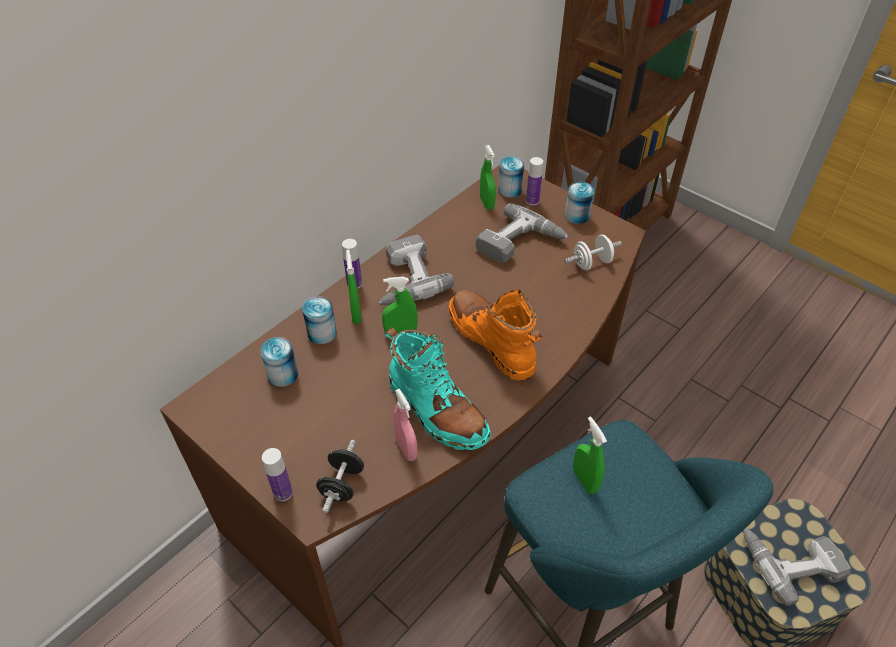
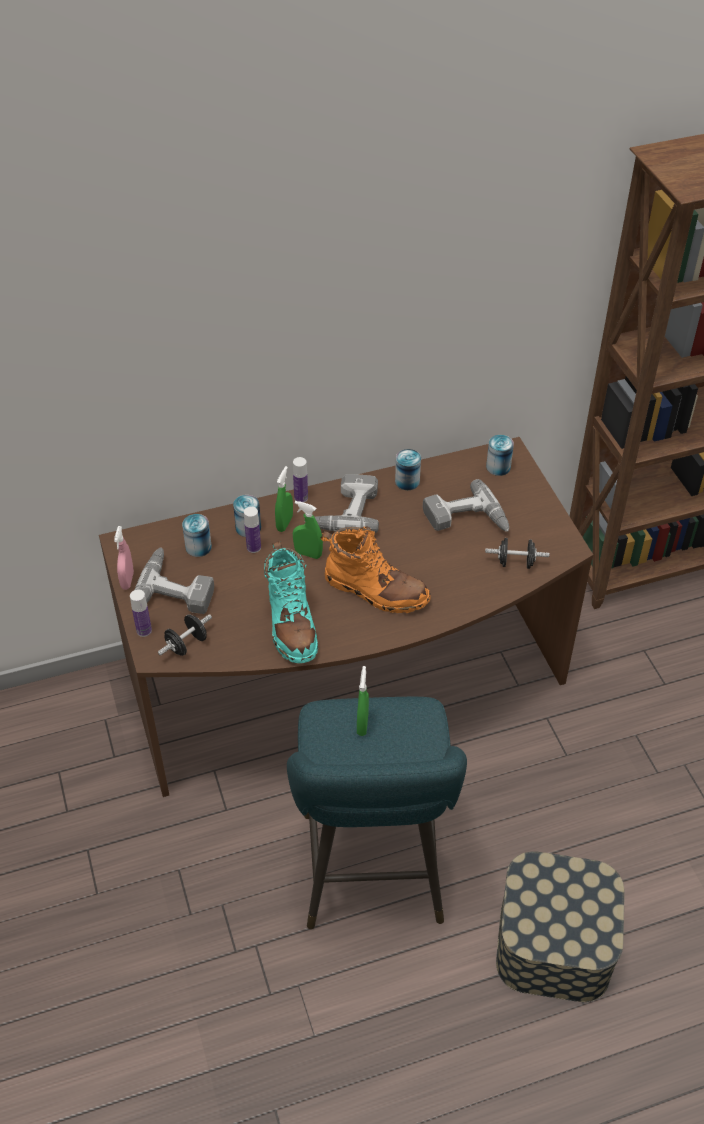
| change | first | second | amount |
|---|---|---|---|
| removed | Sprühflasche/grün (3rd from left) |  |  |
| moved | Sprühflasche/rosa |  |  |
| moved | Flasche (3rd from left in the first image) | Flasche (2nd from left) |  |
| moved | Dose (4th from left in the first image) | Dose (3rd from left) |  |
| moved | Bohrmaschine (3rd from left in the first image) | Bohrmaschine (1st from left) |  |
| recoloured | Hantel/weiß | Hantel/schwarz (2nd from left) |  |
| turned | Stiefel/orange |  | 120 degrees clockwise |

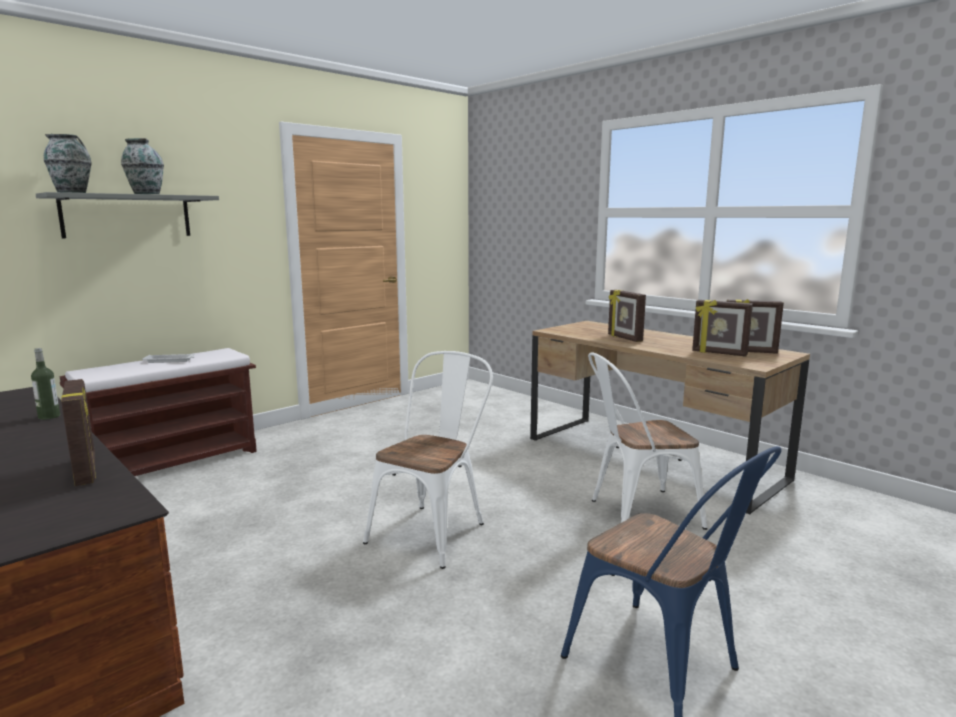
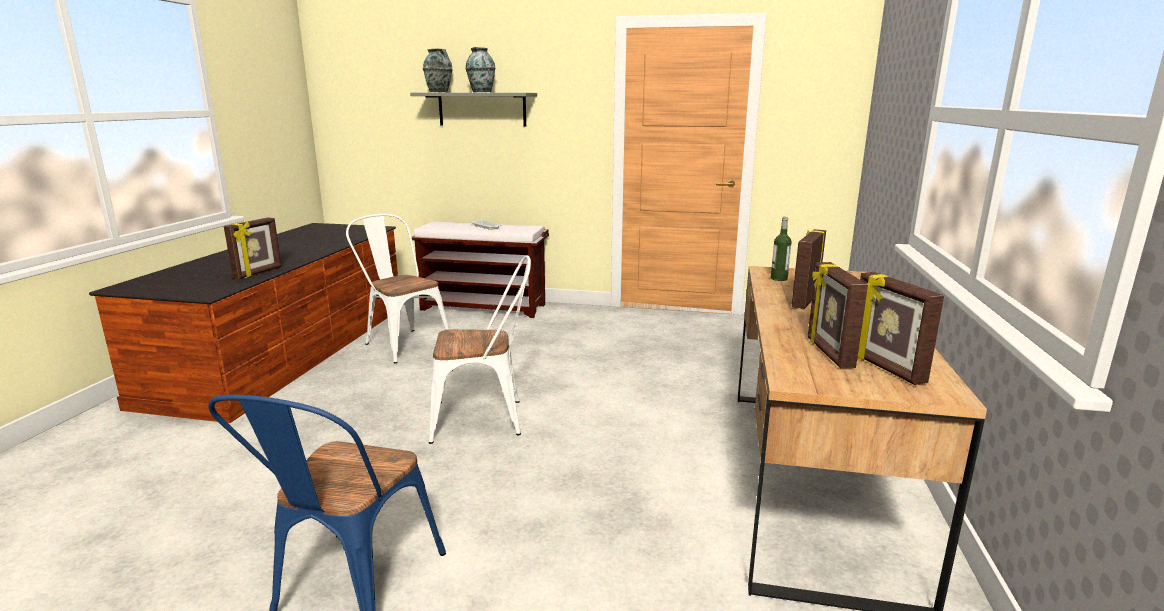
| change | first | second | amount |
|---|---|---|---|
| moved | Flasche |  |  |
| moved | Stuhl/weiß (2nd from left in the first image) | Stuhl/weiß (1st from left) |  |

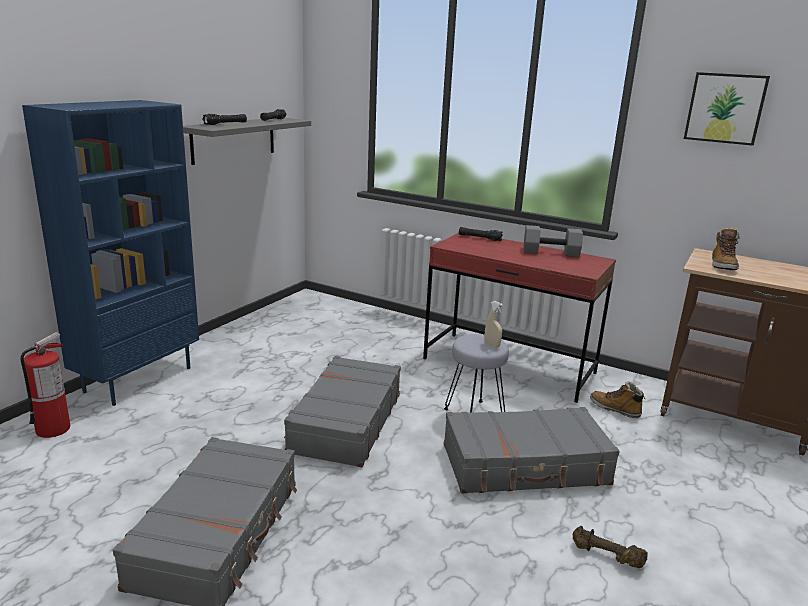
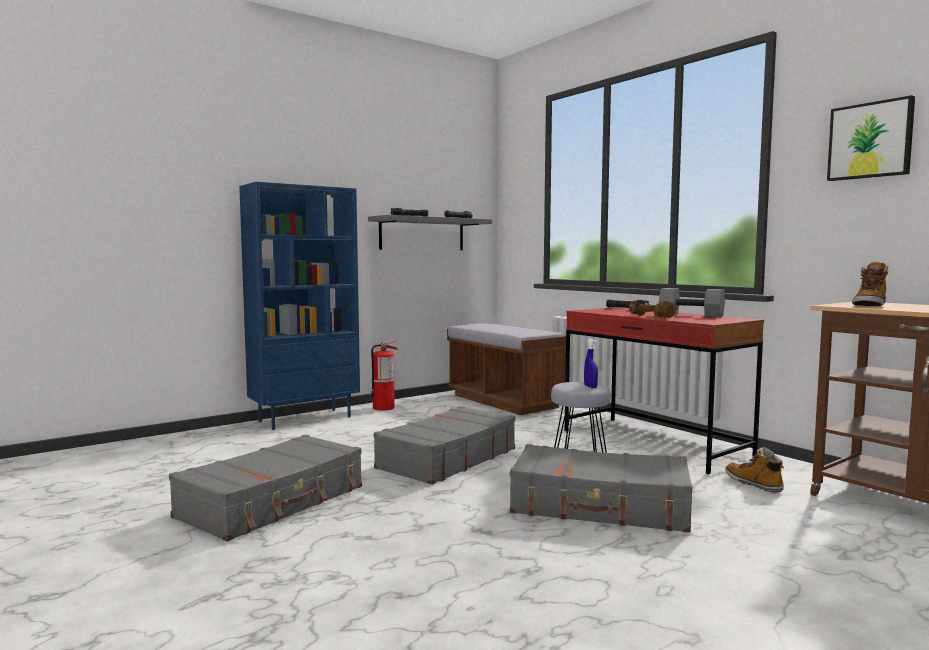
| change | first | second | amount |
|---|---|---|---|
| added |  | Bank/braun |  |
| moved | Feuerlöscher |  |  |
| moved | Hantel/braun |  |  |
| recoloured | Sprühflasche/beige | Sprühflasche/blau |  |

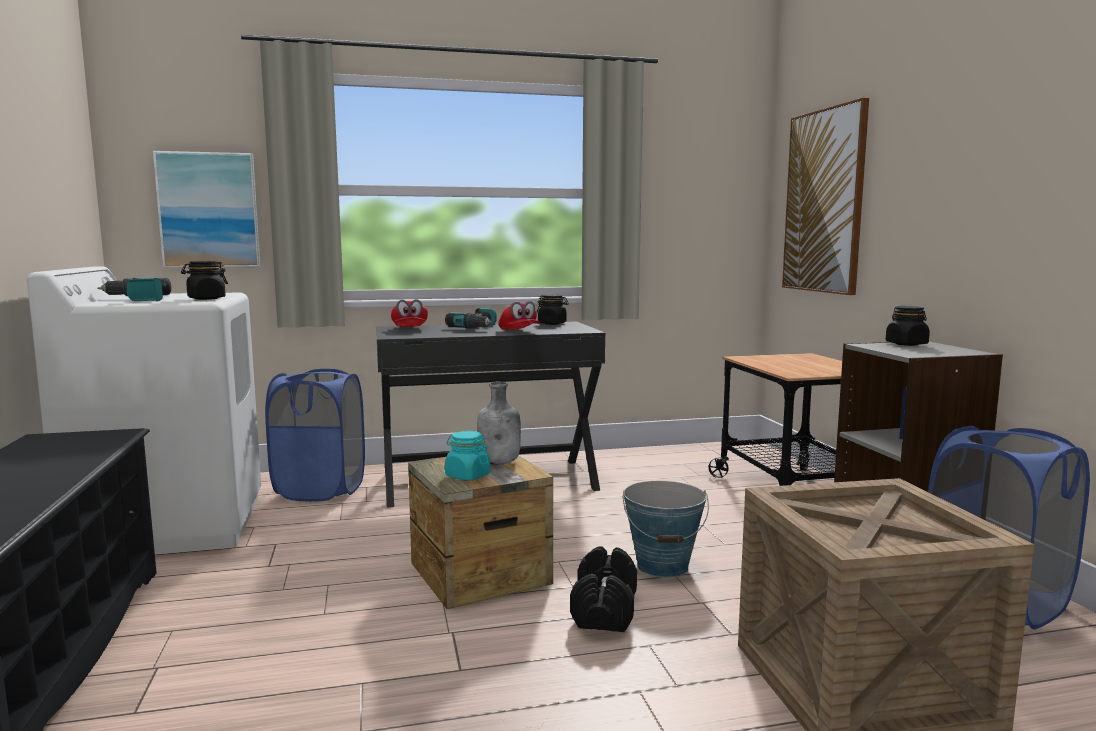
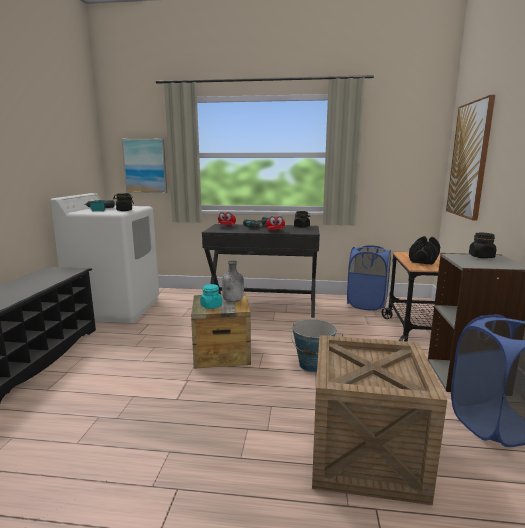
| change | first | second | amount |
|---|---|---|---|
| moved | Wäschekorb/blau (1st from left) |  |  |
| moved | Hantel/schwarz |  |  |

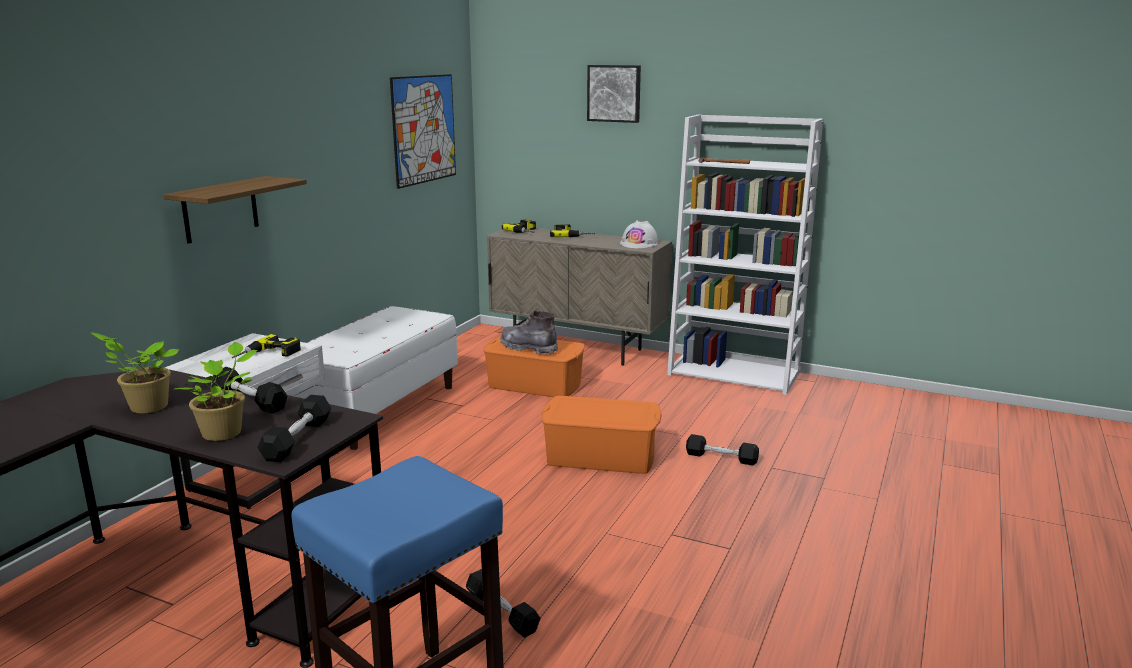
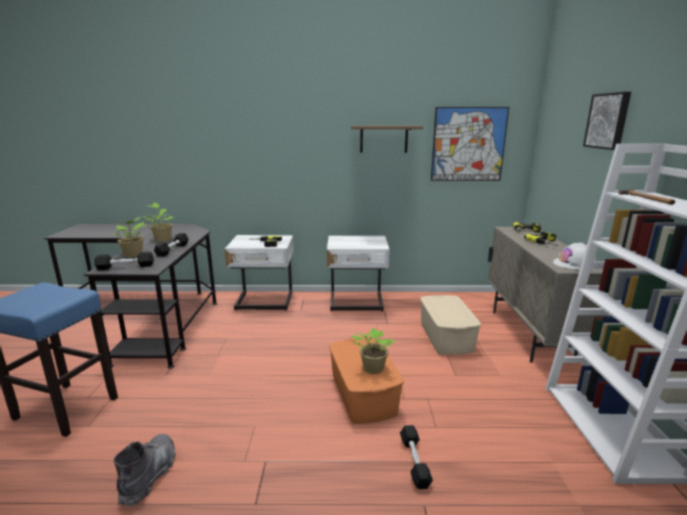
| change | first | second | amount |
|---|---|---|---|
| removed | Hantel/schwarz (3rd from left) |  |  |
| added |  | Topfpflanze (3rd from left) |  |
| moved | Wandregal |  |  |
| moved | Stiefel/grau |  |  |
| replaced | Bank/weiß | Nachttisch/weiß (2nd from left) |  |
| recoloured | Aufbewahrungsbox/orange (1st from left) | Aufbewahrungsbox/beige |  |

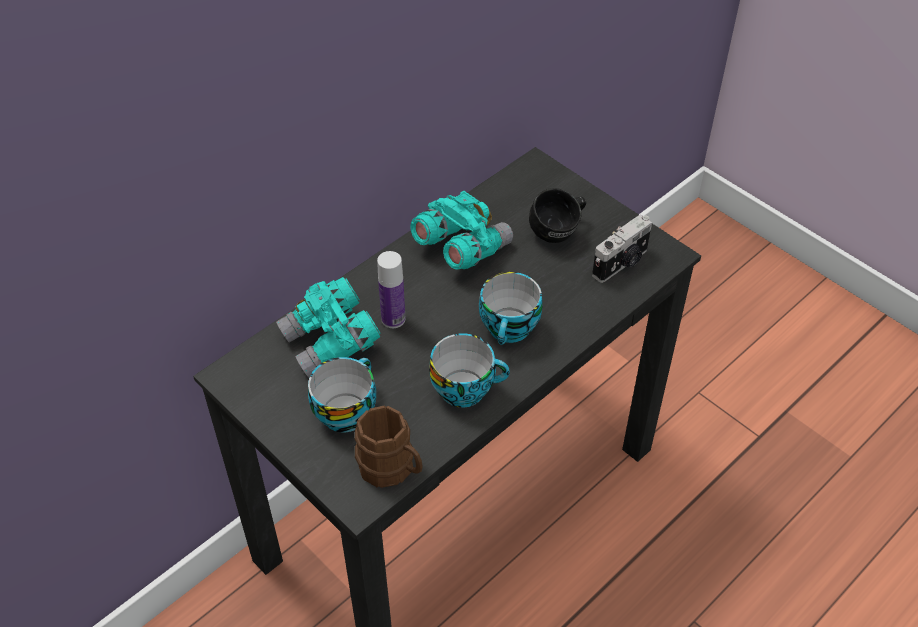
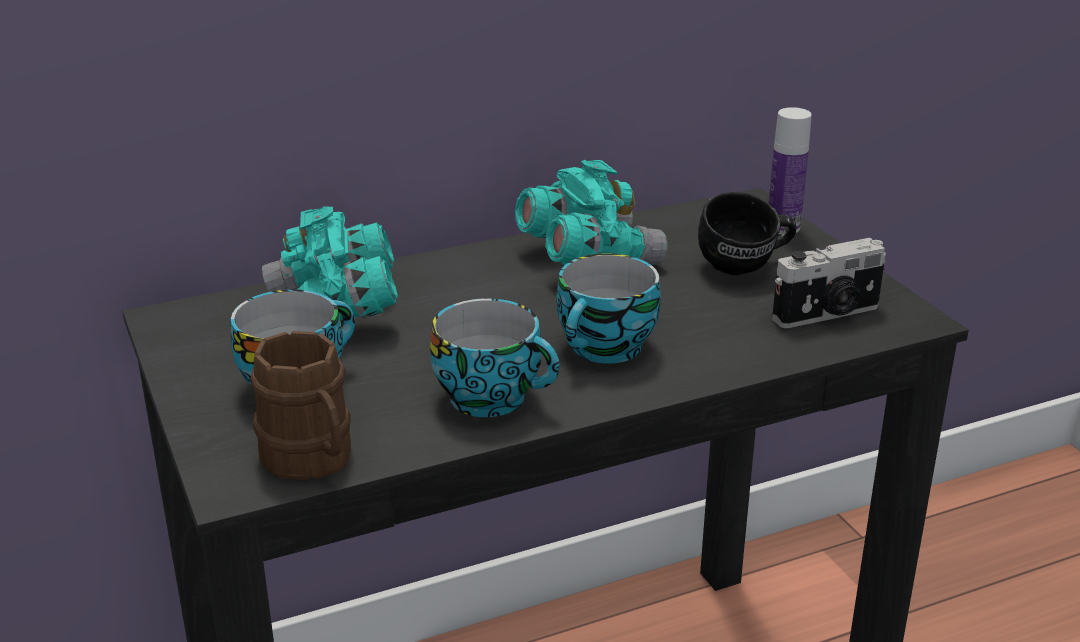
| change | first | second | amount |
|---|---|---|---|
| moved | Flasche |  |  |

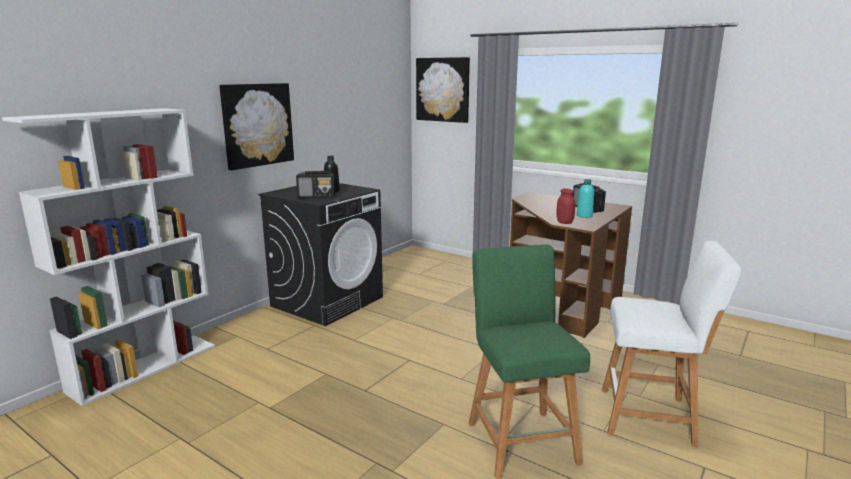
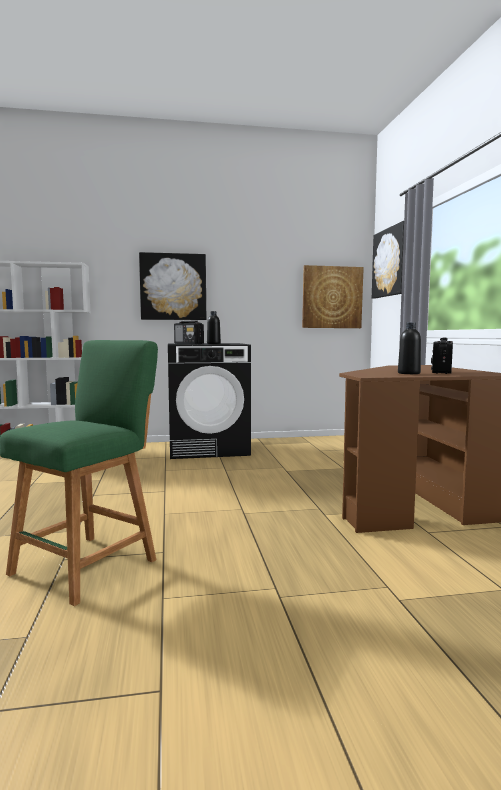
| change | first | second | amount |
|---|---|---|---|
| removed | Vorratsglas/rot |  |  |
| removed | Hocker/weiß |  |  |
| added |  | Bild (2nd from left) |  |
| recoloured | Flasche/türkis | Flasche/schwarz (2nd from left) |  |

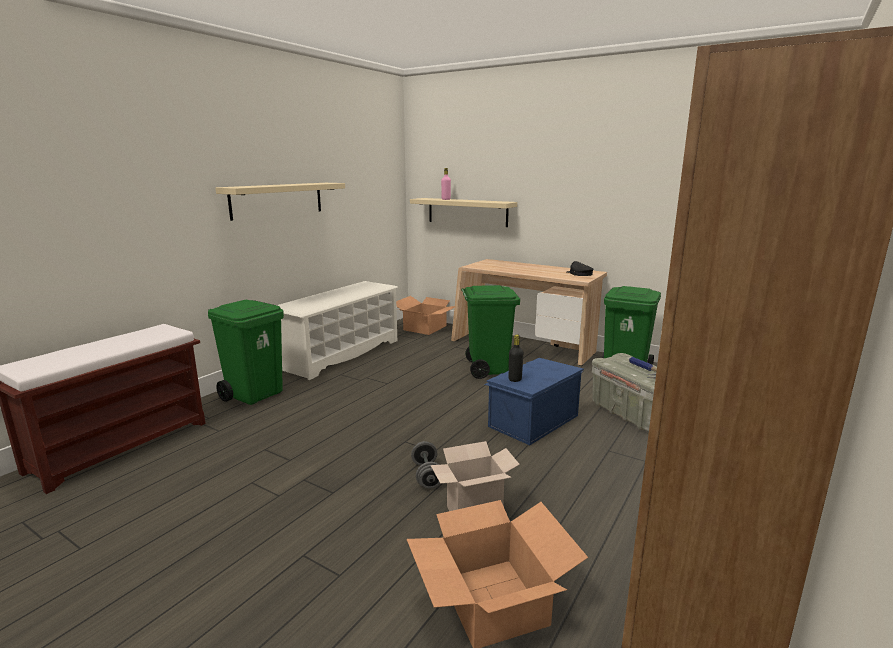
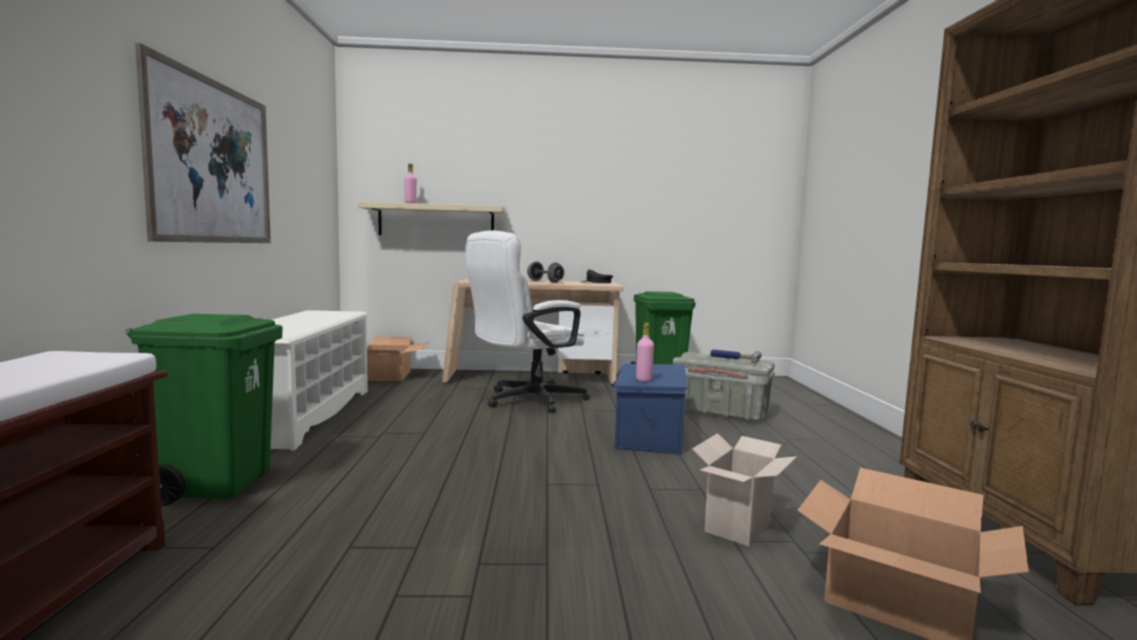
| change | first | second | amount |
|---|---|---|---|
| moved | Hantel/grau |  |  |
| replaced | Wandregal/beige (1st from left) | Bild |  |
| replaced | Mülleimer/grün (2nd from left) | Bürostuhl/weiß |  |
| recoloured | Flasche/schwarz | Flasche/rosa (2nd from left) |  |

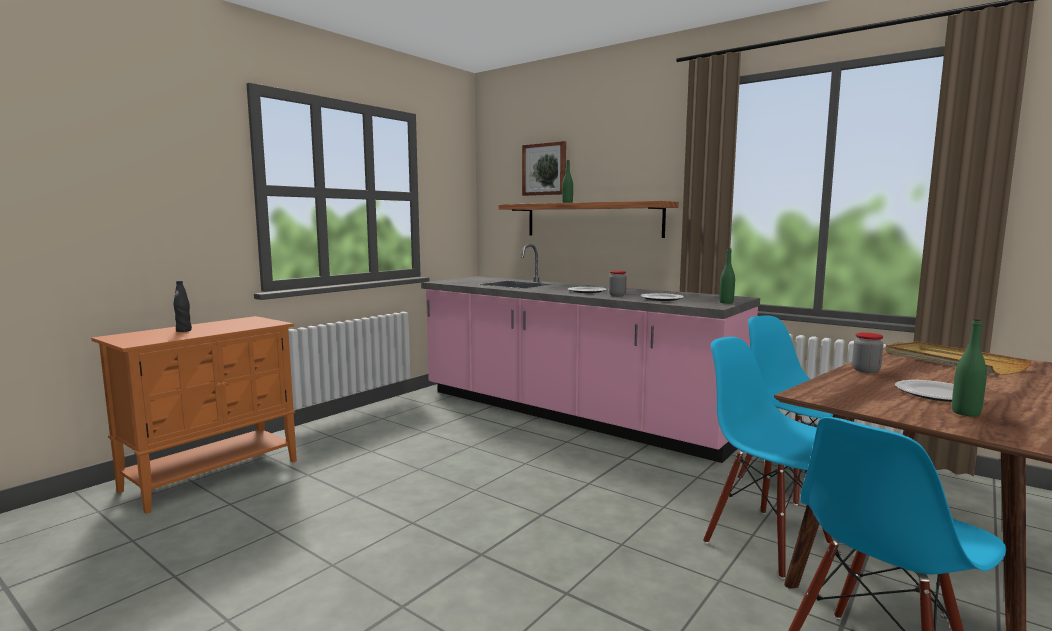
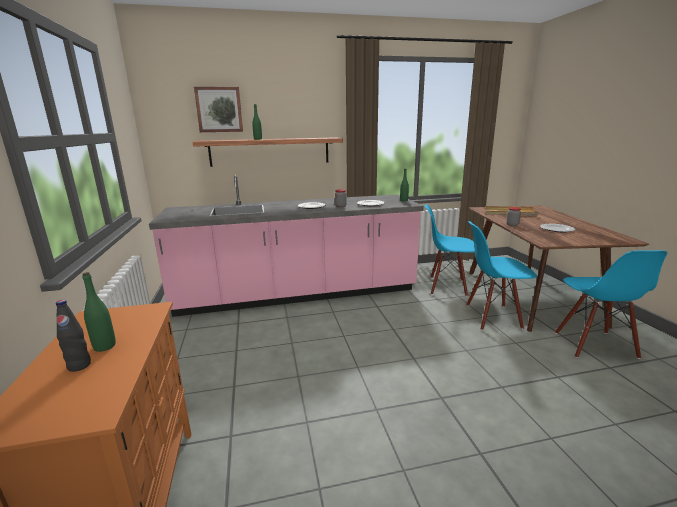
| change | first | second | amount |
|---|---|---|---|
| moved | Flasche/grün (3rd from left in the first image) | Flasche/grün (1st from left) |  |

